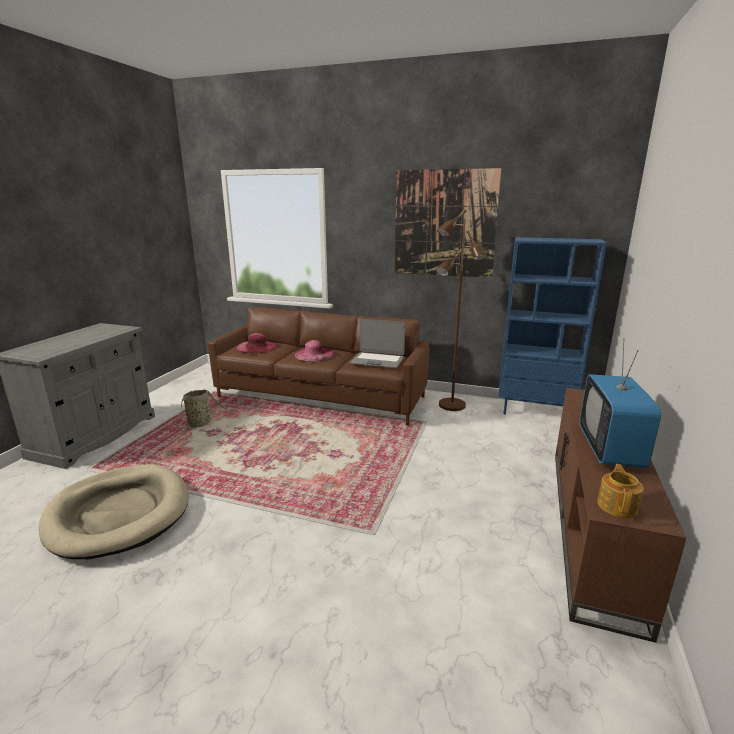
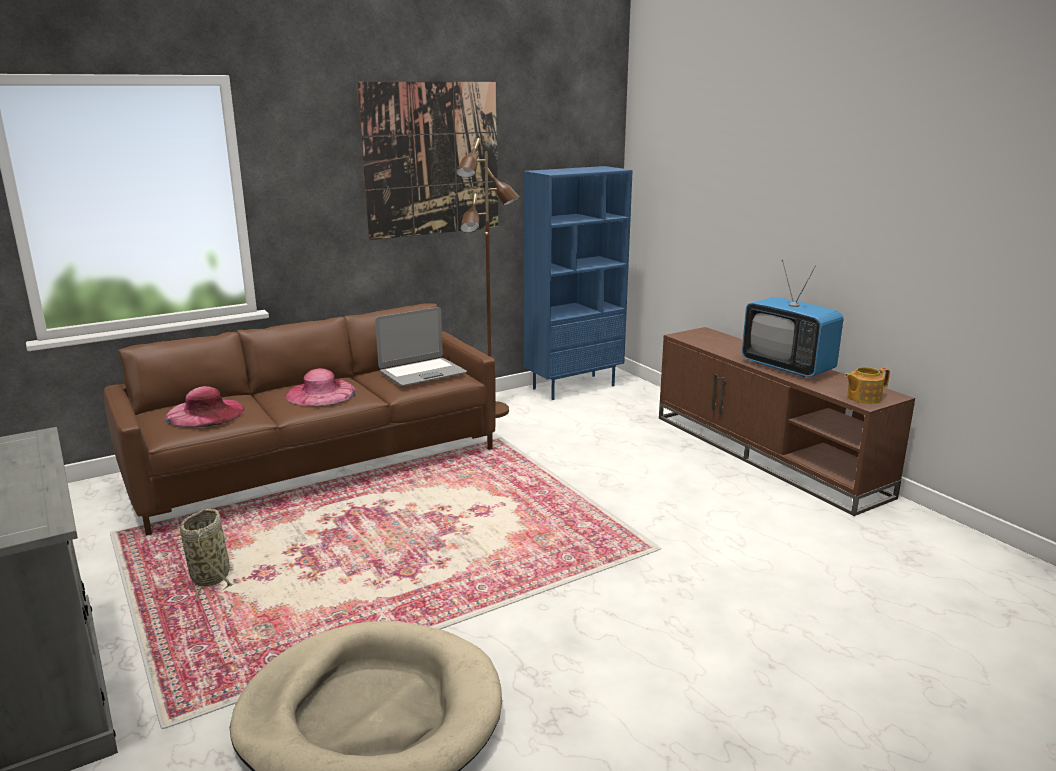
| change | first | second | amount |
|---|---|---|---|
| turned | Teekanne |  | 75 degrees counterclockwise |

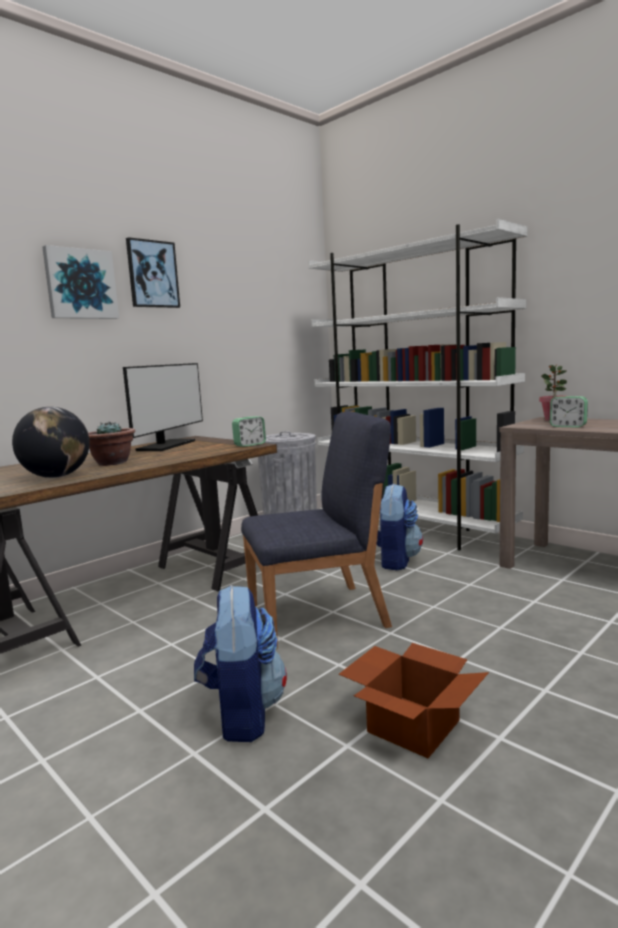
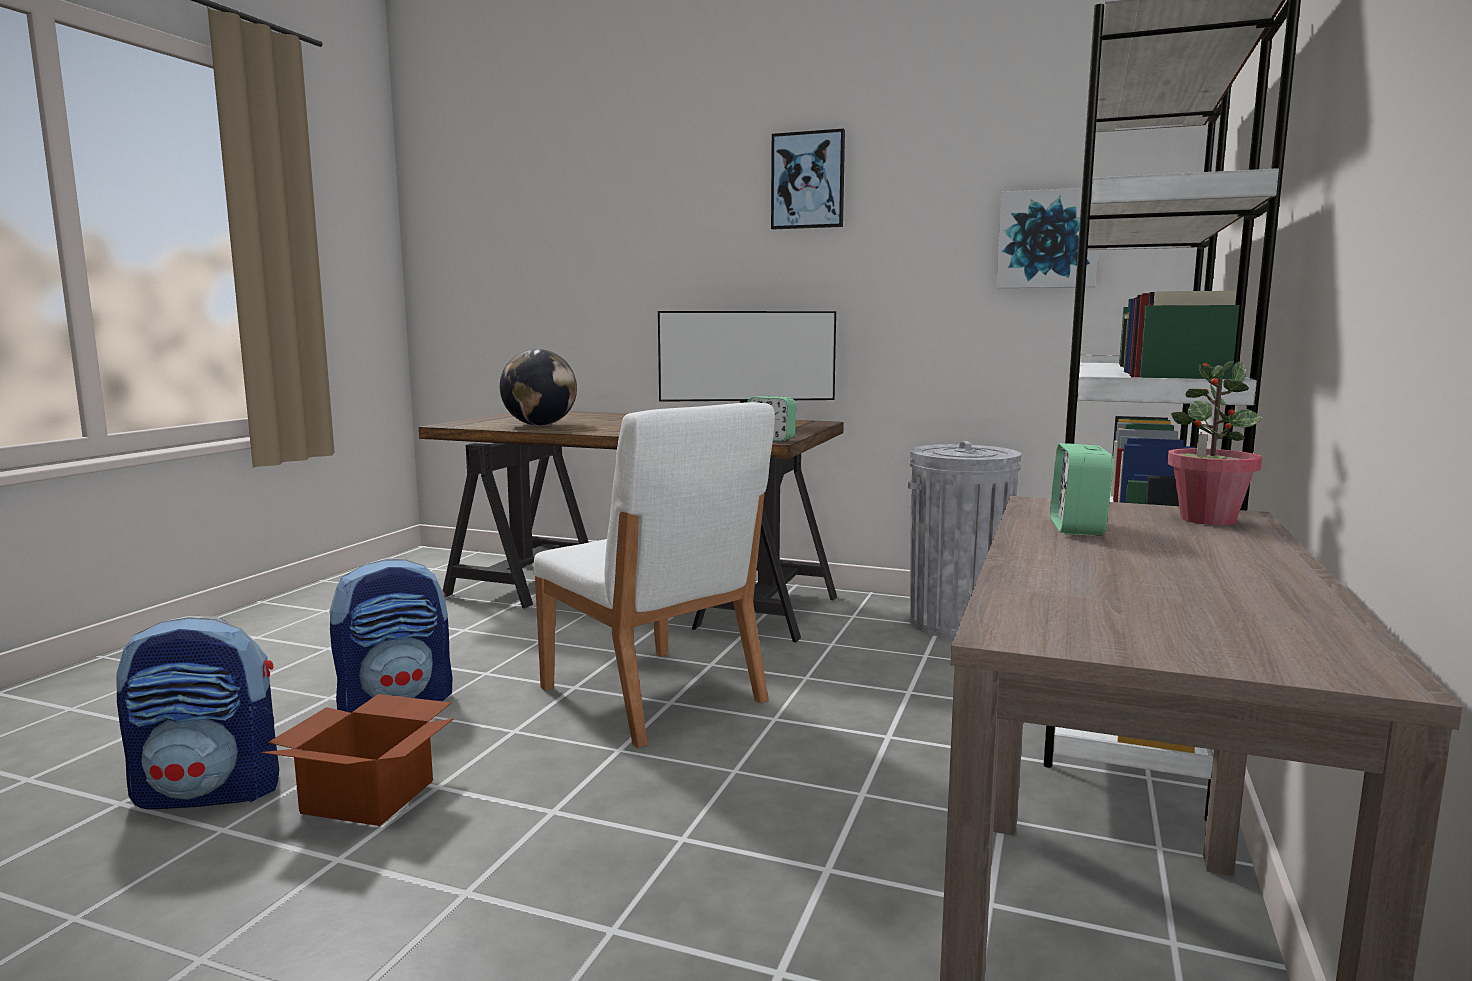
| change | first | second | amount |
|---|---|---|---|
| removed | Topfpflanze (1st from left) |  |  |
| moved | Bild (1st from left in the first image) | Bild (2nd from left) |  |
| moved | Rucksack (2nd from left in the first image) | Rucksack (1st from left) |  |
| recoloured | Stuhl/blau | Stuhl/weiß |  |

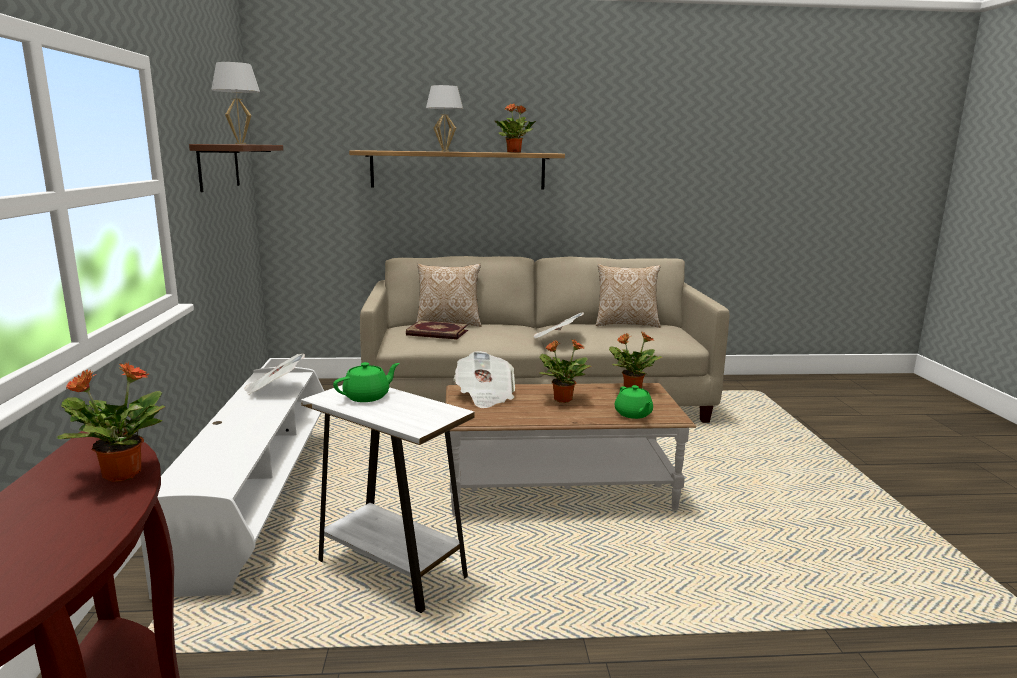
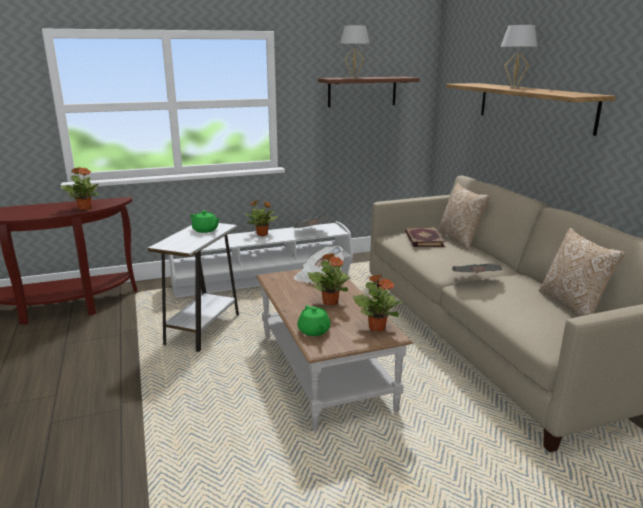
| change | first | second | amount |
|---|---|---|---|
| moved | Topfpflanze (2nd from left) |  |  |
| turned | Teekanne/grün (2nd from left) |  | 75 degrees counterclockwise |

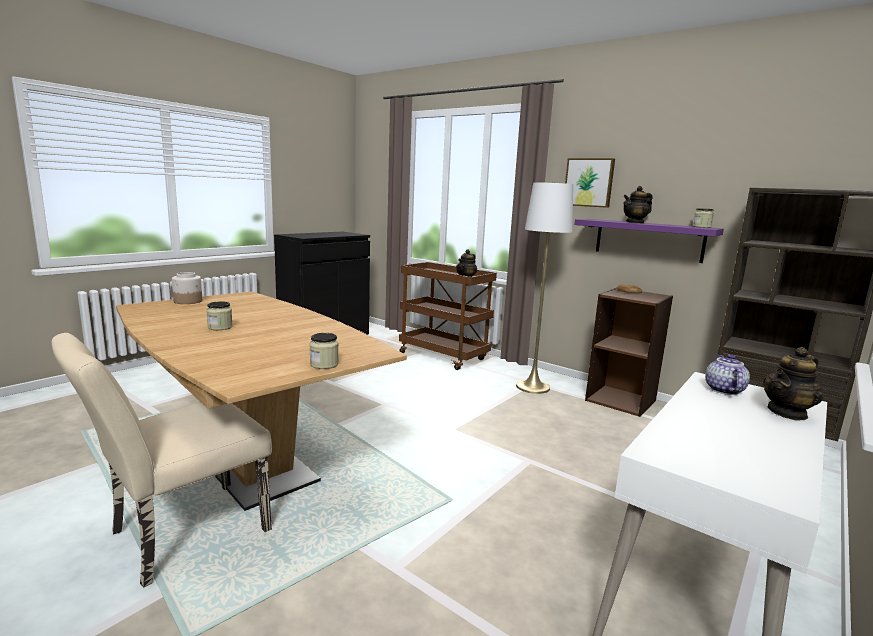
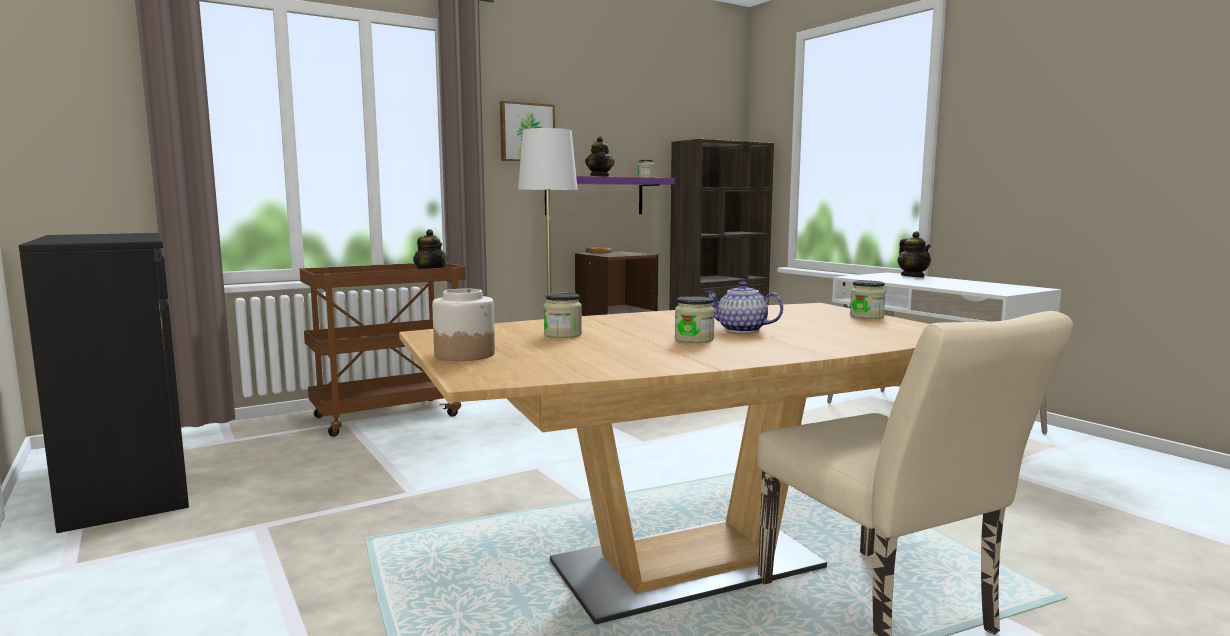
| change | first | second | amount |
|---|---|---|---|
| added |  | Vorratsglas (2nd from left) |  |
| moved | Teekanne (3rd from left) |  |  |

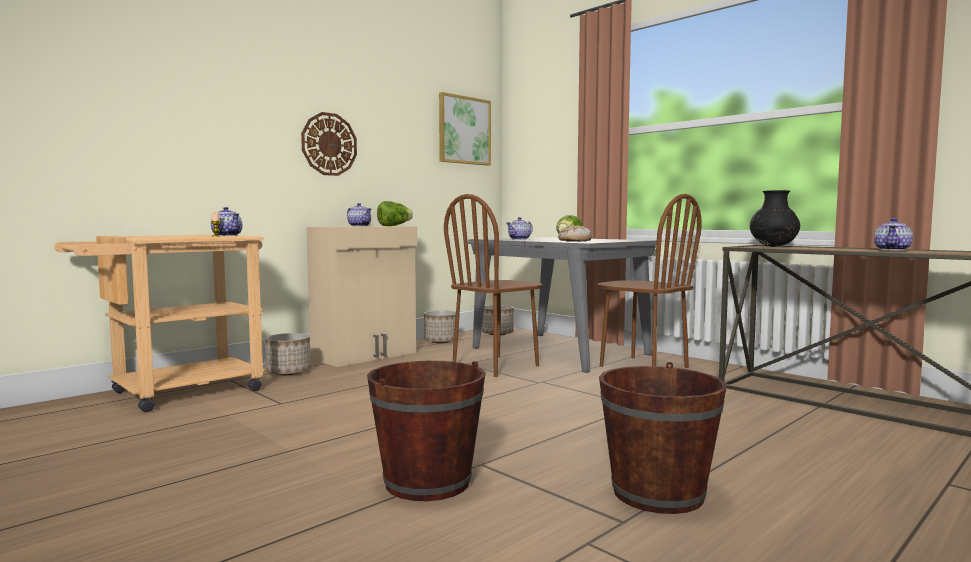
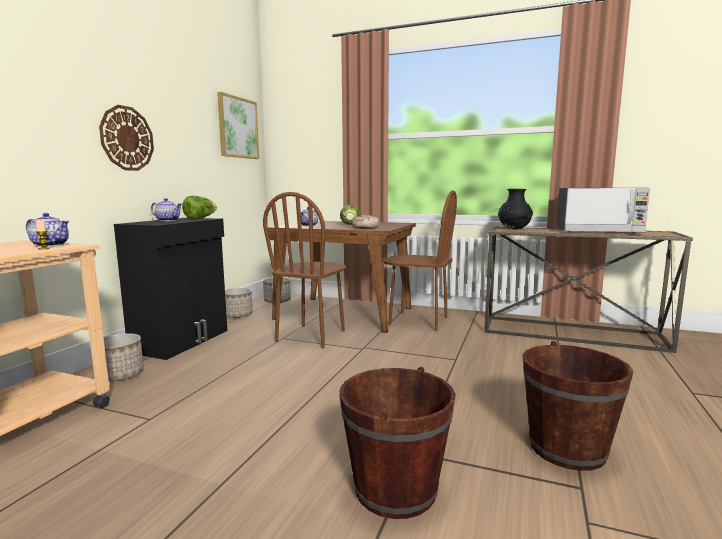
| change | first | second | amount |
|---|---|---|---|
| replaced | Teekanne (4th from left) | Mikrowelle |  |
| recoloured | Schrank/beige | Schrank/schwarz |  |
| recoloured | Esstisch/grau | Esstisch/braun |  |

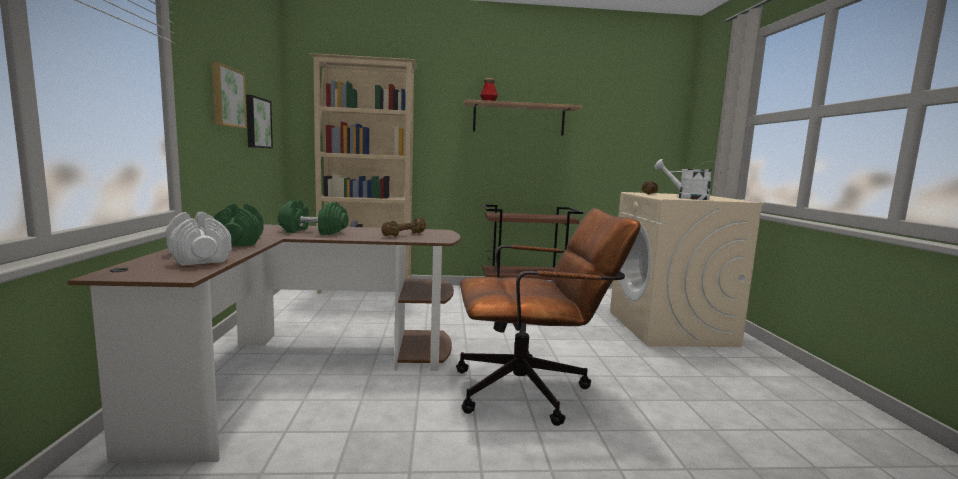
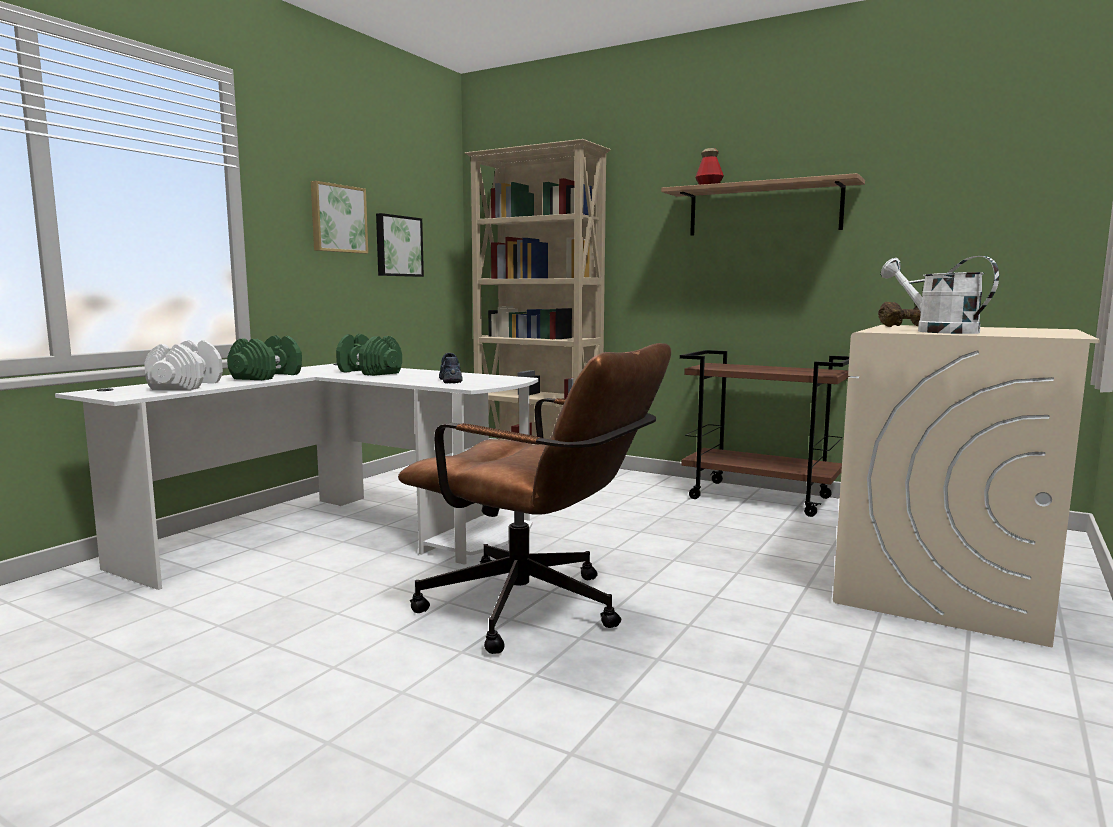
| change | first | second | amount |
|---|---|---|---|
| replaced | Hantel/braun (1st from left) | Schuh |  |
| recoloured | Schreibtisch/braun | Schreibtisch/weiß |  |

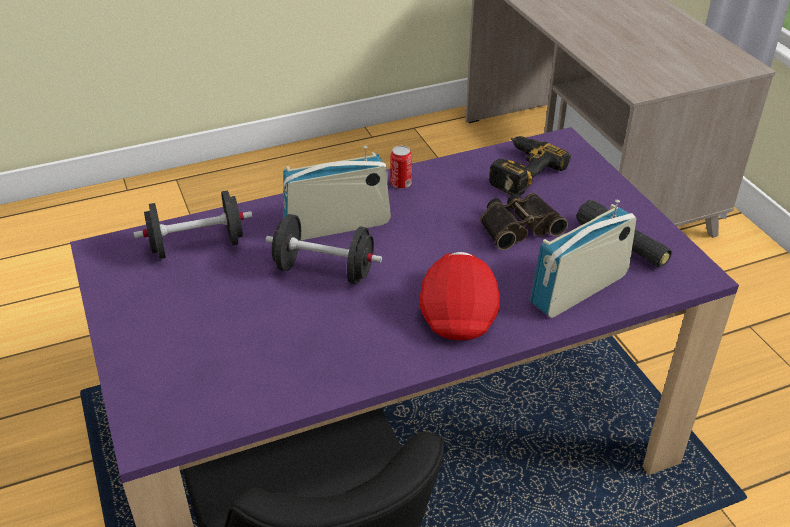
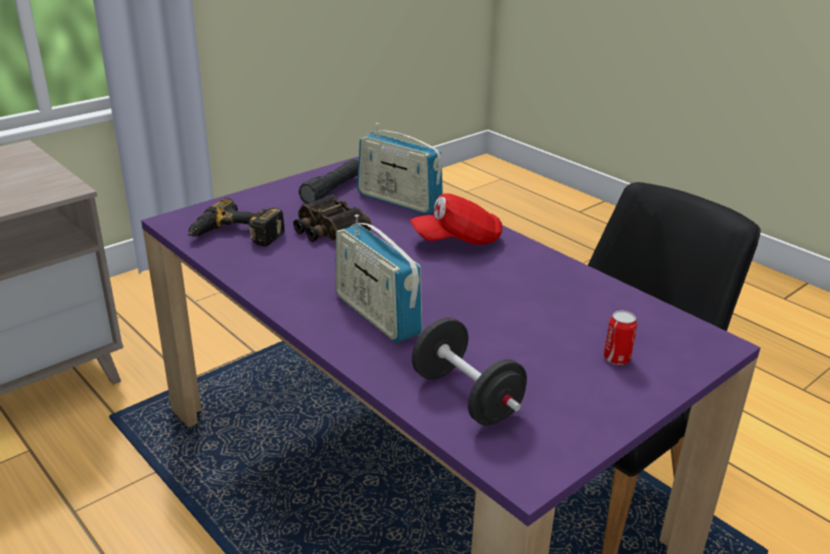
| change | first | second | amount |
|---|---|---|---|
| removed | Hantel/schwarz (2nd from left) |  |  |
| moved | Dose |  |  |

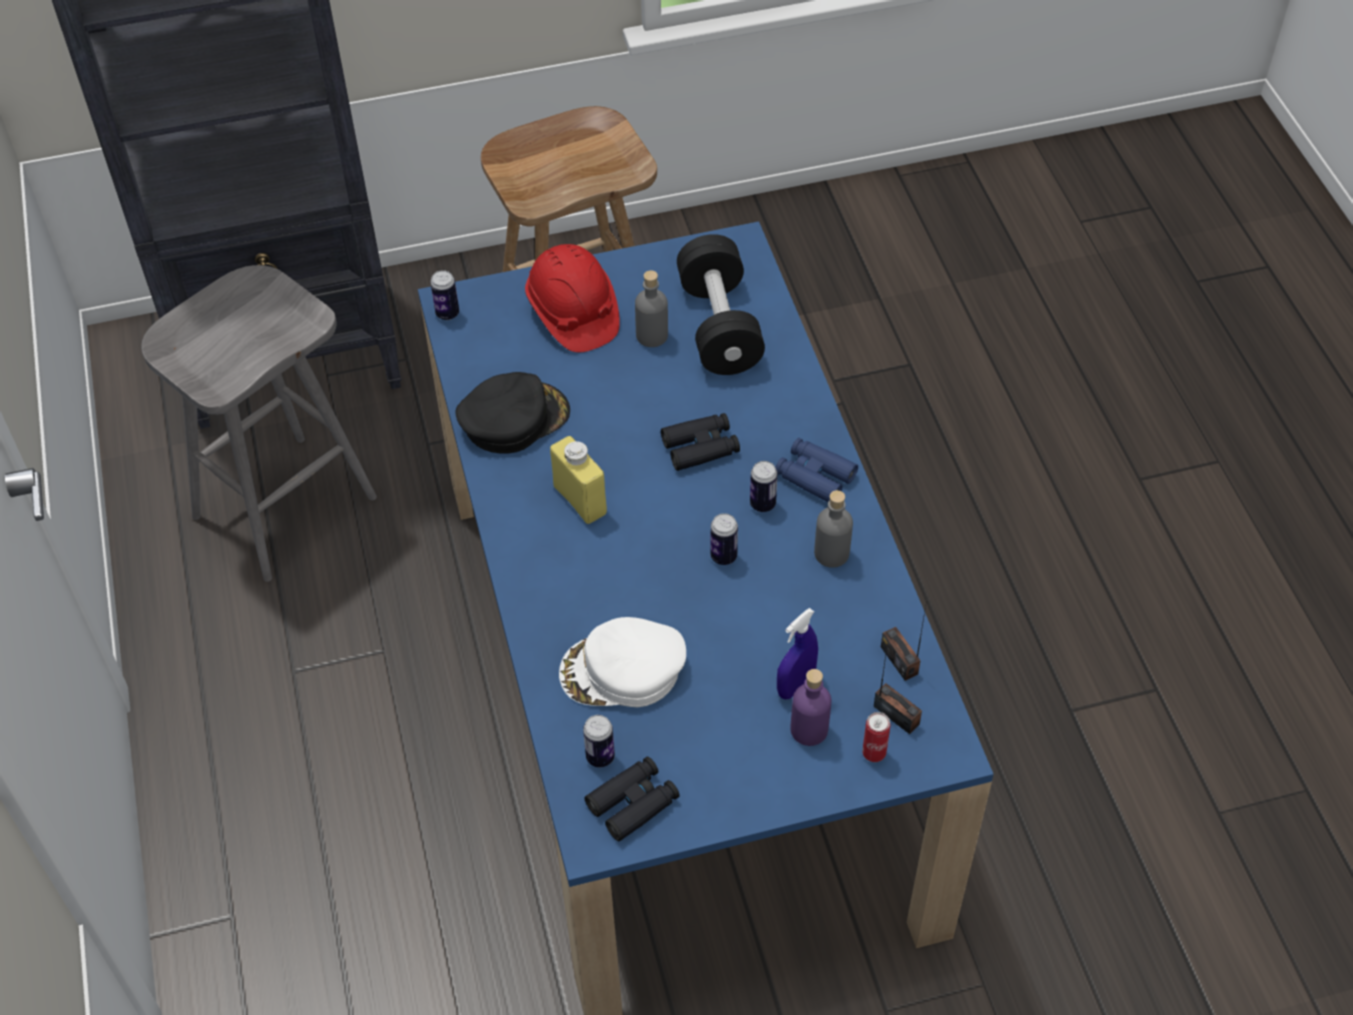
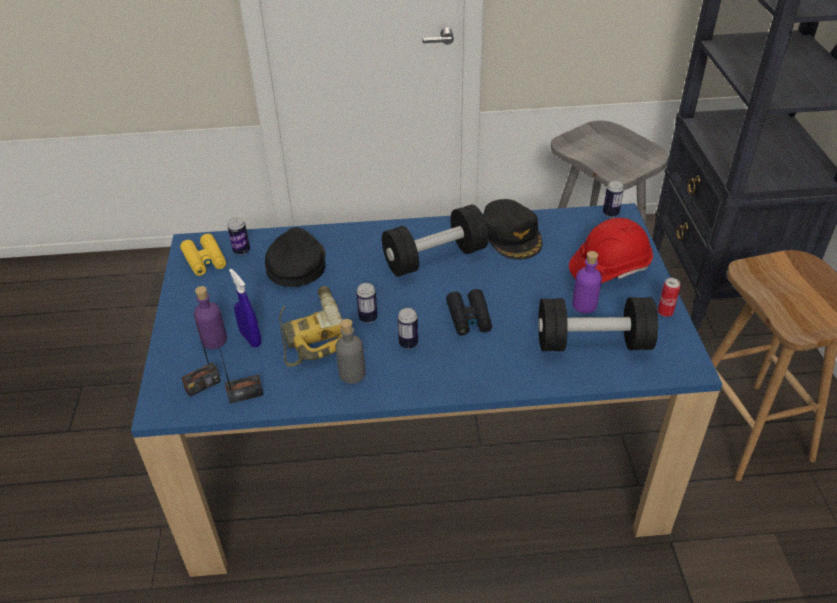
| change | first | second | amount |
|---|---|---|---|
| removed | Fernglas/blau |  |  |
| added |  | Bohrmaschine |  |
| moved | Dose (5th from left) |  |  |
| replaced | Flasche/gelb | Hantel/schwarz (1st from left) |  |
| recoloured | Kappe/weiß | Kappe/schwarz (1st from left) |  |
| recoloured | Fernglas/schwarz (1st from left) | Fernglas/gelb |  |
| recoloured | Flasche/grau (1st from left) | Flasche/lila (2nd from left) |  |

